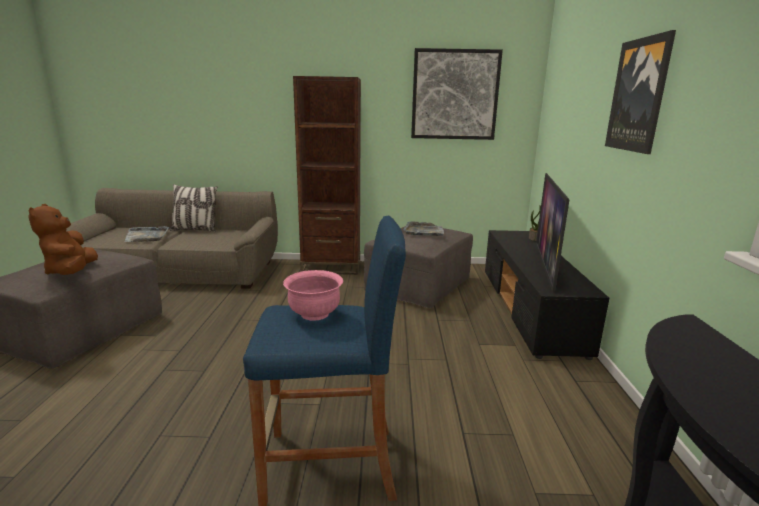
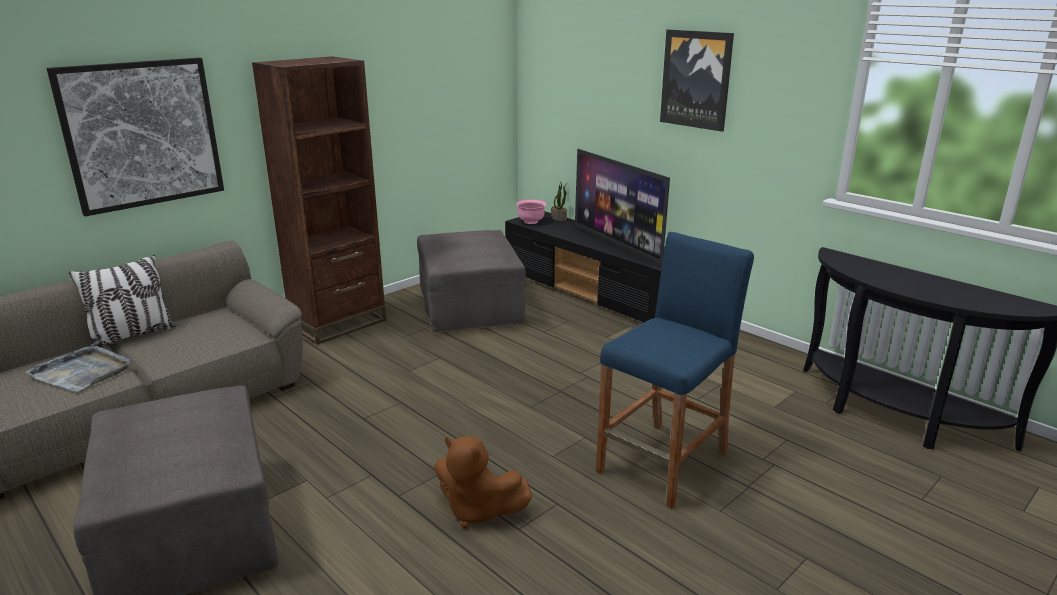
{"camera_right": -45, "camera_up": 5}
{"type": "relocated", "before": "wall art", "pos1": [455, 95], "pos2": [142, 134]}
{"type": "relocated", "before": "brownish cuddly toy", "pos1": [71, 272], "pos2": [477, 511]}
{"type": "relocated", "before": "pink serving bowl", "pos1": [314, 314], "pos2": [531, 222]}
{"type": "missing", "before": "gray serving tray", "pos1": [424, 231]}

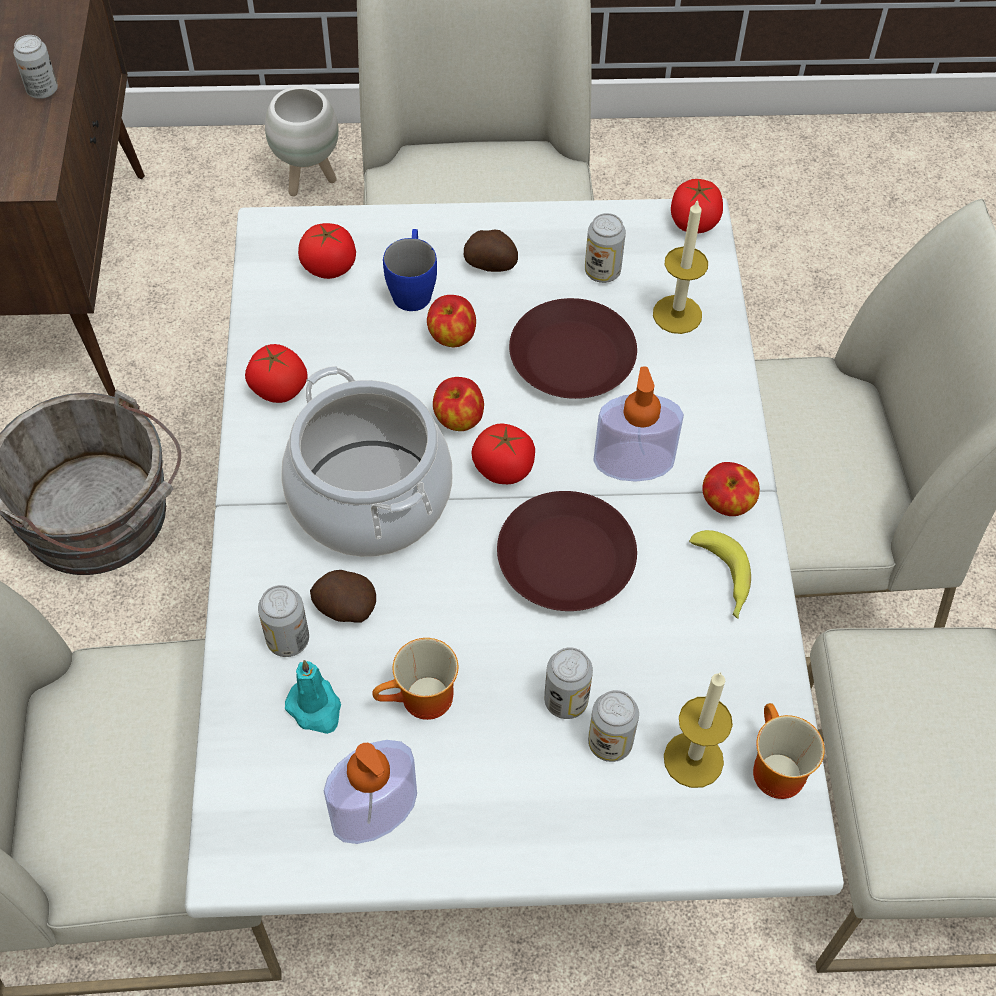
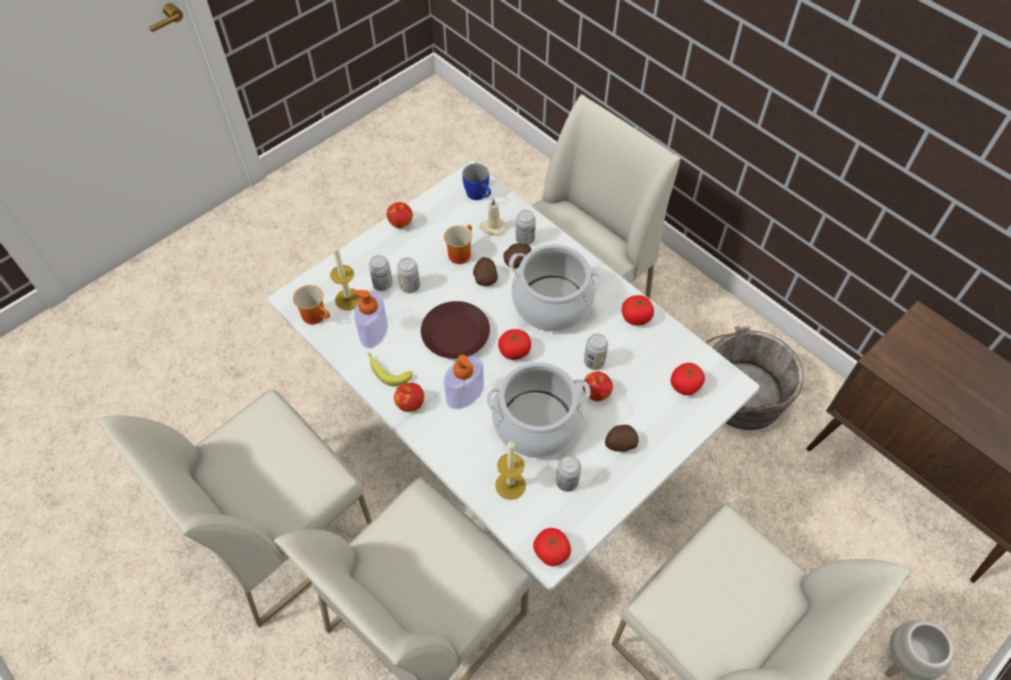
{"camera_right": 140, "camera_up": 0}
{"type": "relocated", "before": "soap dispenser", "pos1": [374, 810], "pos2": [374, 331]}
{"type": "relocated", "before": "whole apple", "pos1": [458, 419], "pos2": [401, 223]}
{"type": "relocated", "before": "blue-coloured coffee mug", "pos1": [412, 288], "pos2": [479, 196]}
{"type": "appeared", "after": "potato", "pos2": [485, 278]}
{"type": "colour", "before": "blue-green candle", "after": "beige candle", "pos1": [315, 708], "pos2": [492, 227]}
{"type": "exchanged", "before": "brownish flat dish", "after": "saucepot", "pos1": [570, 358], "pos2": [536, 422]}
{"type": "relocated", "before": "can", "pos1": [42, 90], "pos2": [594, 362]}

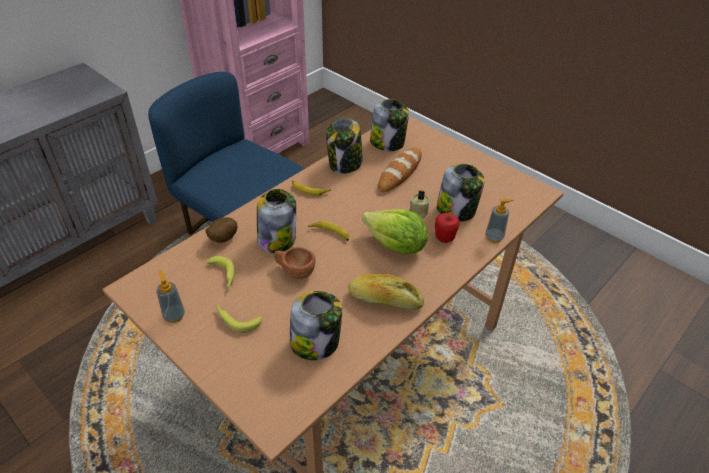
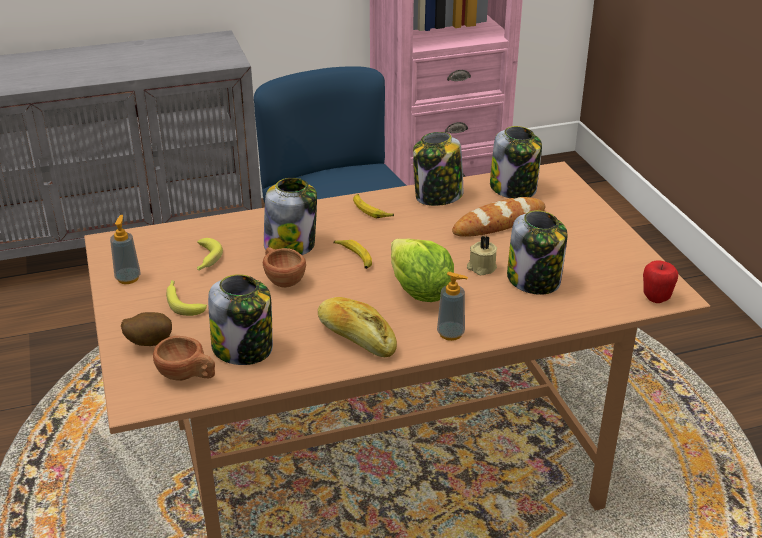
{"camera_right": 30, "camera_up": -10}
{"type": "relocated", "before": "potato", "pos1": [222, 239], "pos2": [149, 343]}
{"type": "appeared", "after": "brownish drinking cup", "pos2": [187, 375]}
{"type": "relocated", "before": "soap dispenser", "pos1": [494, 237], "pos2": [450, 334]}
{"type": "relocated", "before": "whole apple", "pos1": [444, 238], "pos2": [656, 298]}

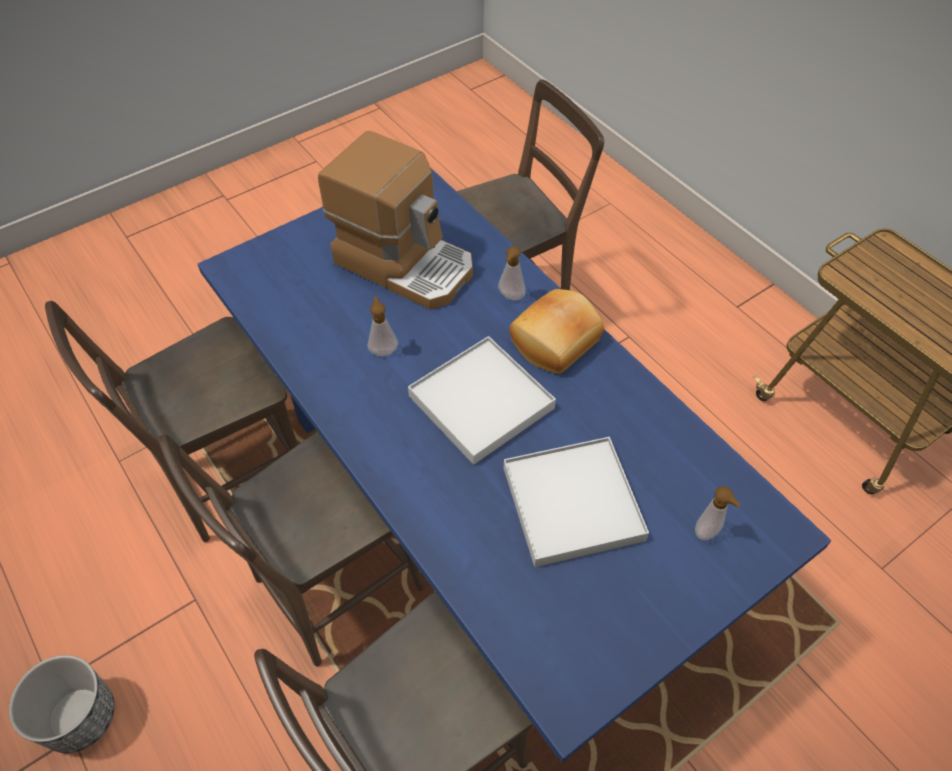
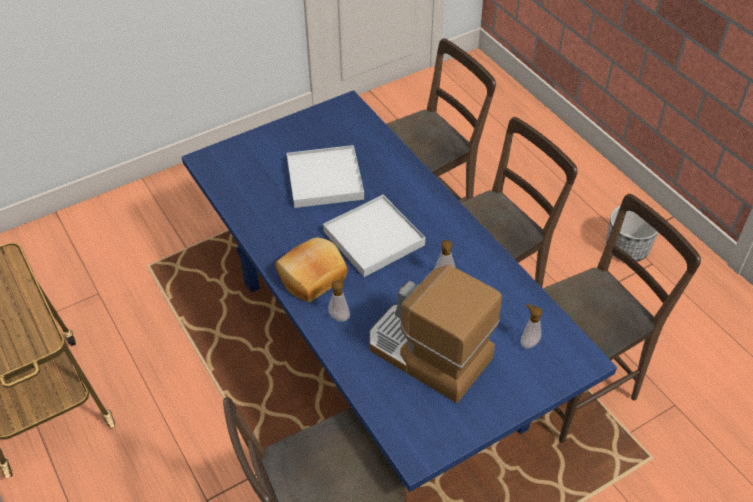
{"camera_right": -175, "camera_up": -5}
{"type": "relocated", "before": "soap dispenser", "pos1": [708, 533], "pos2": [528, 342]}

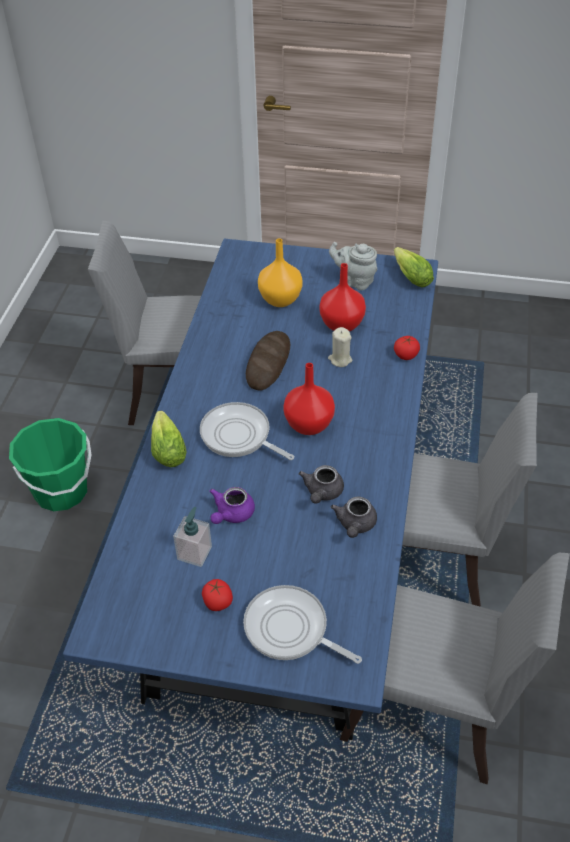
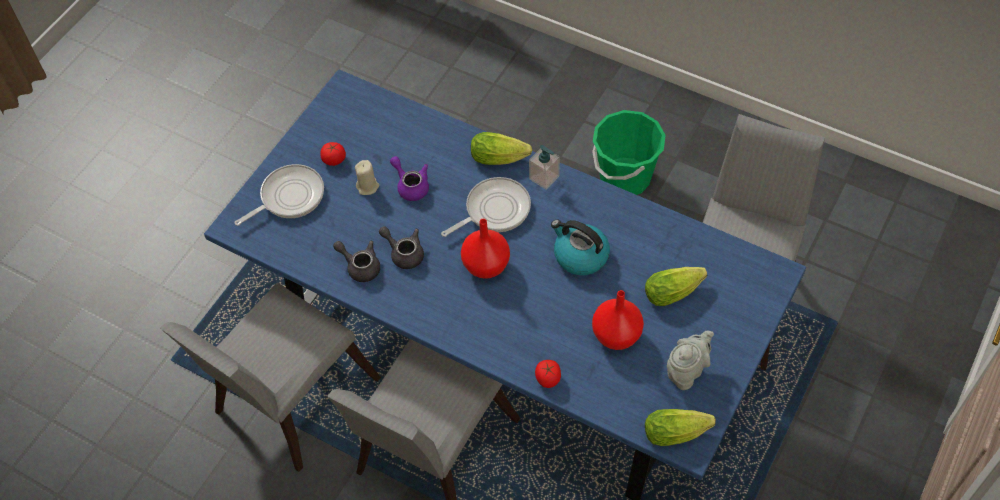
{"camera_right": 110, "camera_up": 10}
{"type": "relocated", "before": "beige candle", "pos1": [340, 359], "pos2": [368, 186]}
{"type": "relocated", "before": "soap dispenser", "pos1": [194, 553], "pos2": [544, 177]}
{"type": "exchanged", "before": "bread", "after": "tea kettle", "pos1": [268, 363], "pos2": [580, 256]}
{"type": "exchanged", "before": "orange-coloured decorative vase", "after": "lettuce head", "pos1": [280, 300], "pos2": [675, 291]}

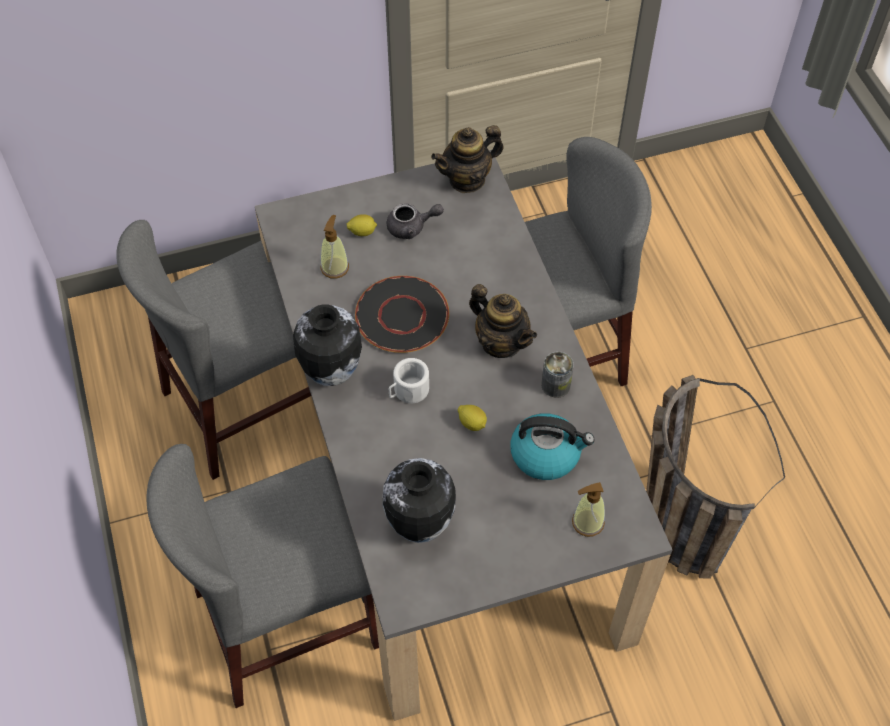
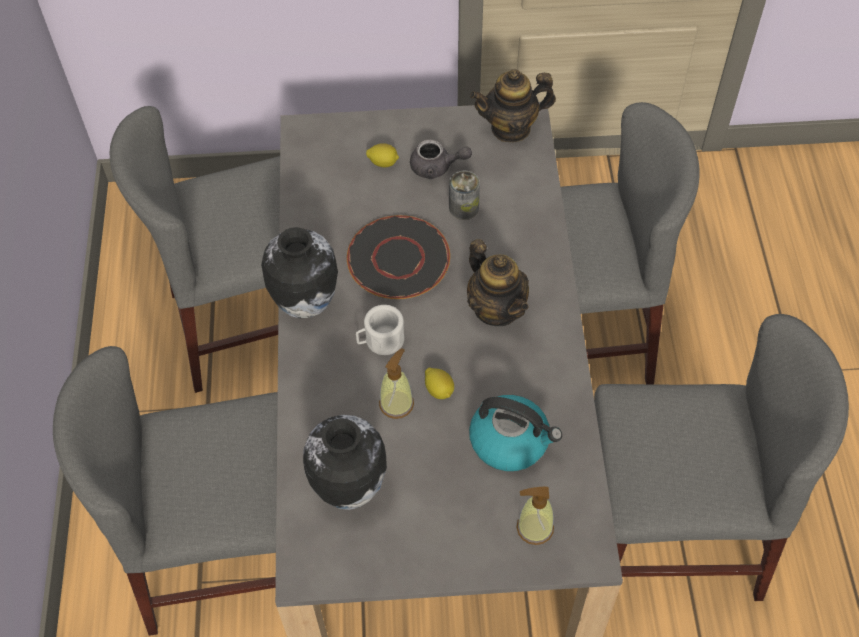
{"camera_right": 15, "camera_up": 0}
{"type": "relocated", "before": "soap dispenser", "pos1": [335, 267], "pos2": [396, 403]}
{"type": "relocated", "before": "can", "pos1": [555, 385], "pos2": [463, 208]}
{"type": "exchanged", "before": "basket", "after": "gray plain chair", "pos1": [675, 513], "pos2": [670, 535]}

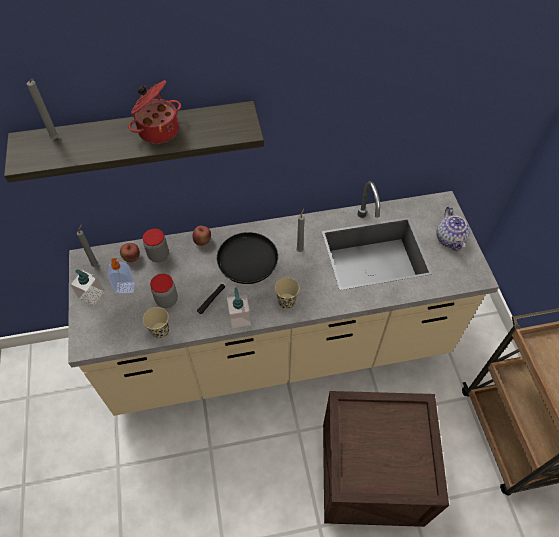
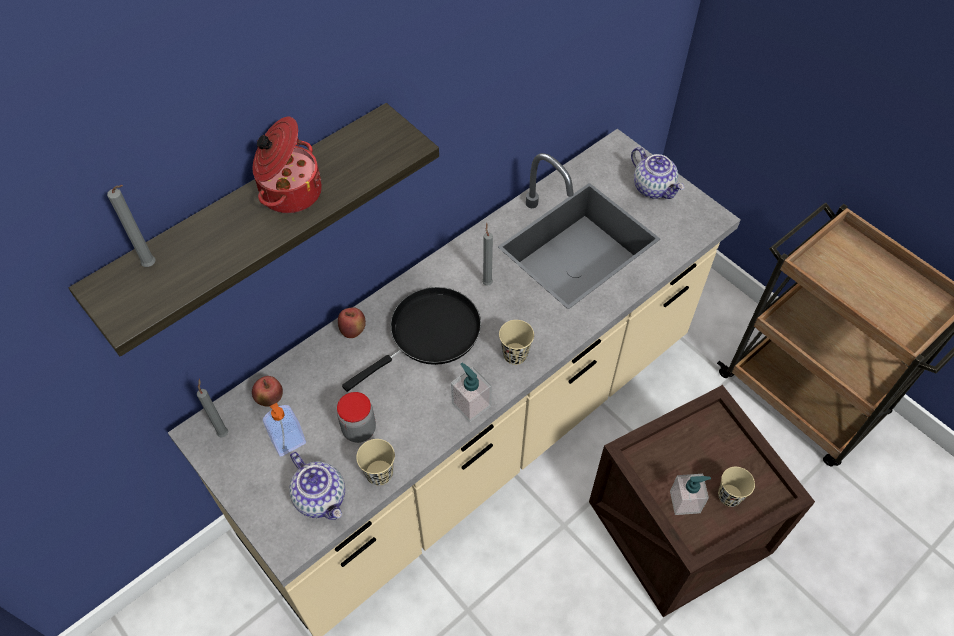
{"camera_right": -30, "camera_up": 0}
{"type": "appeared", "after": "tea pot", "pos2": [321, 497]}
{"type": "spun", "before": "black-coloured frying pan", "pos1": [244, 264], "pos2": [429, 334], "turn": 45}
{"type": "relocated", "before": "soap dispenser", "pos1": [92, 295], "pos2": [685, 502]}
{"type": "appeared", "after": "beige drinking cup", "pos2": [729, 496]}
{"type": "missing", "before": "storage jar", "pos1": [158, 255]}

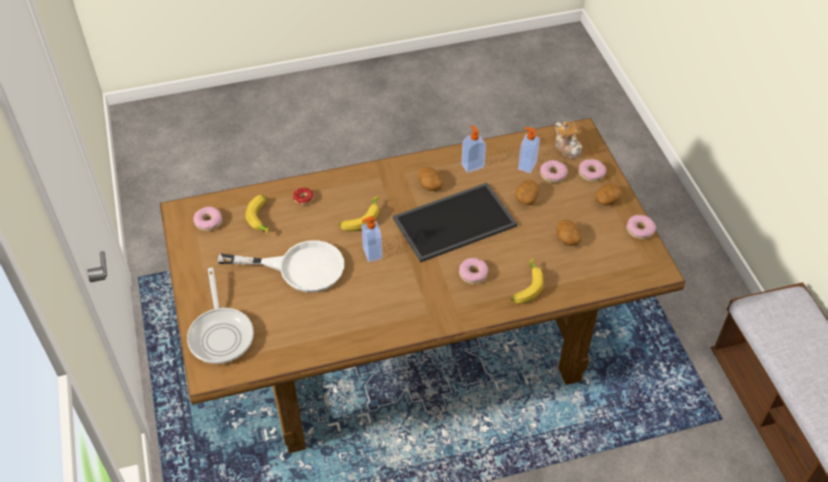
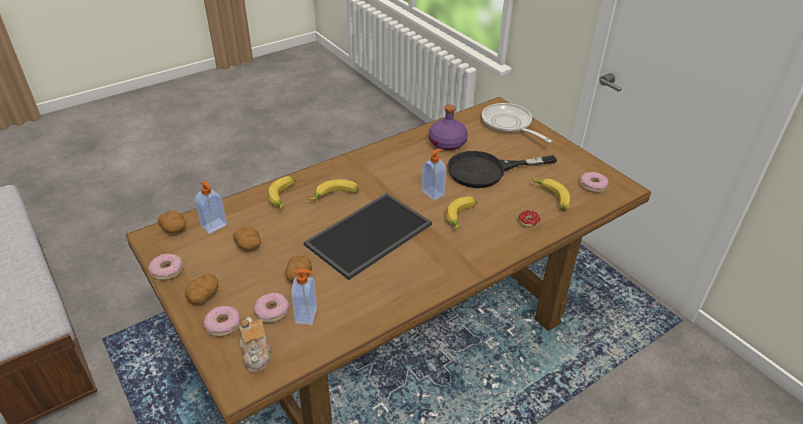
{"camera_right": 160, "camera_up": -10}
{"type": "relocated", "before": "potato", "pos1": [429, 184], "pos2": [174, 228]}
{"type": "relocated", "before": "soap dispenser", "pos1": [472, 165], "pos2": [214, 226]}
{"type": "spun", "before": "tea pot", "pos1": [567, 147], "pos2": [257, 354], "turn": -150}
{"type": "exchanged", "before": "ring doughnut", "after": "banana fruit", "pos1": [473, 274], "pos2": [335, 197]}
{"type": "appeared", "after": "purple bottle", "pos2": [447, 143]}
{"type": "colour", "before": "white frying pan", "after": "black-coloured frying pan", "pos1": [299, 268], "pos2": [487, 171]}

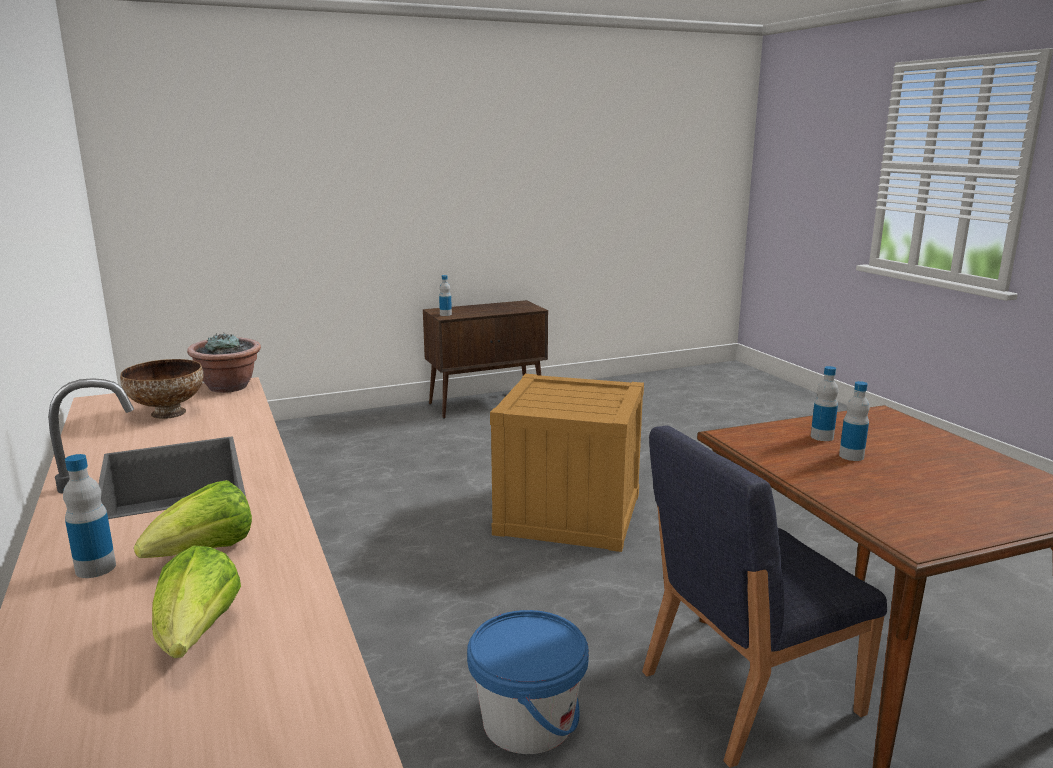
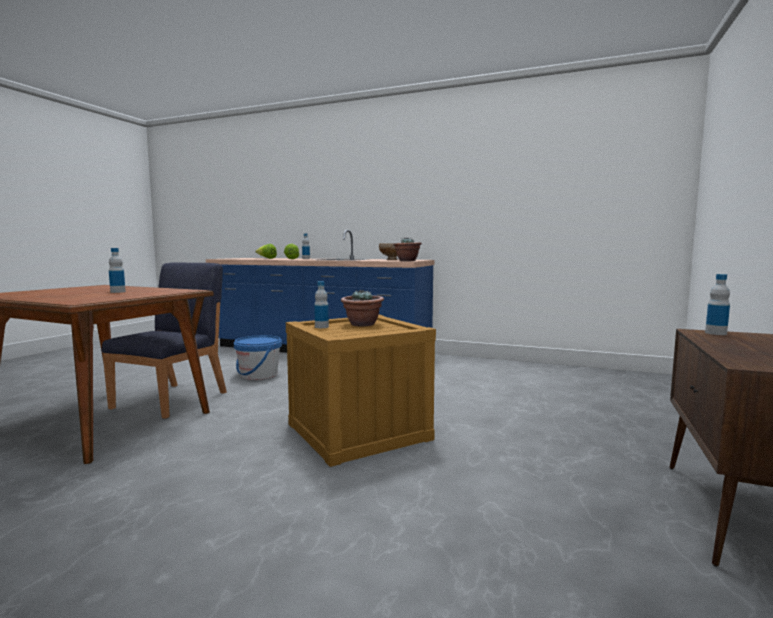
{"camera_right": 135, "camera_up": -10}
{"type": "relocated", "before": "bottle", "pos1": [822, 437], "pos2": [321, 327]}
{"type": "appeared", "after": "plant in a pot", "pos2": [362, 324]}

